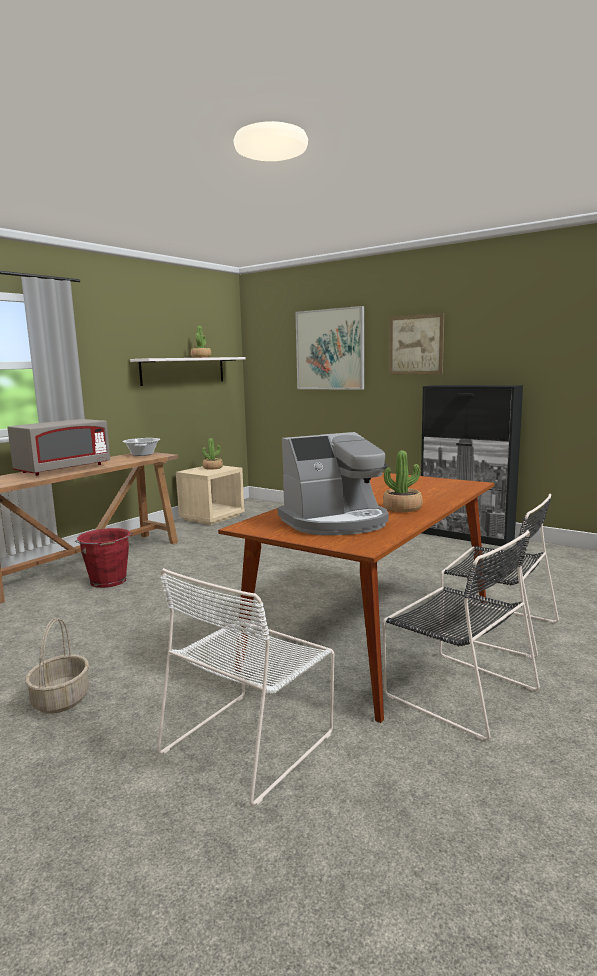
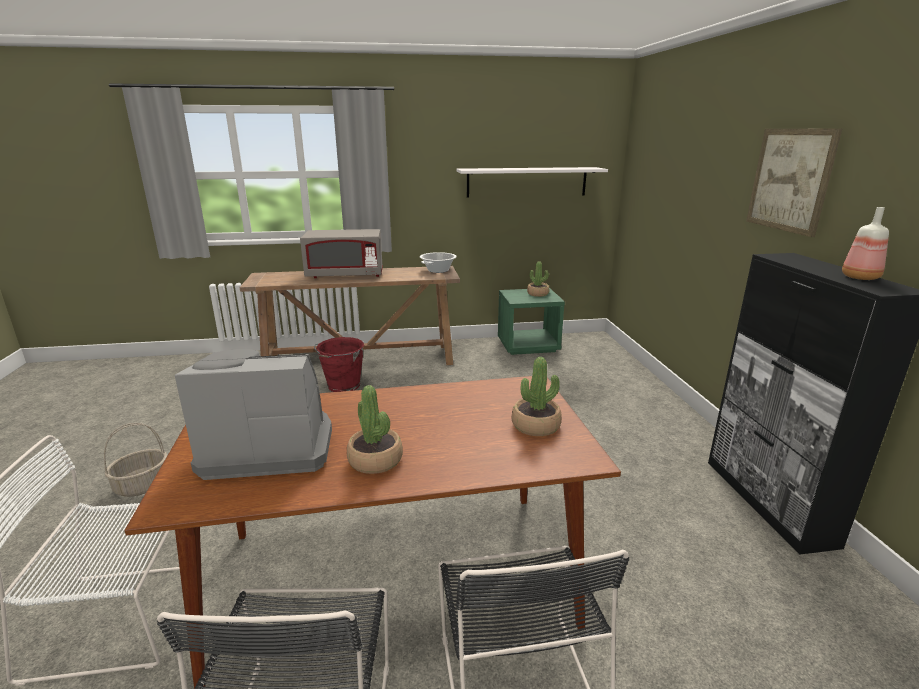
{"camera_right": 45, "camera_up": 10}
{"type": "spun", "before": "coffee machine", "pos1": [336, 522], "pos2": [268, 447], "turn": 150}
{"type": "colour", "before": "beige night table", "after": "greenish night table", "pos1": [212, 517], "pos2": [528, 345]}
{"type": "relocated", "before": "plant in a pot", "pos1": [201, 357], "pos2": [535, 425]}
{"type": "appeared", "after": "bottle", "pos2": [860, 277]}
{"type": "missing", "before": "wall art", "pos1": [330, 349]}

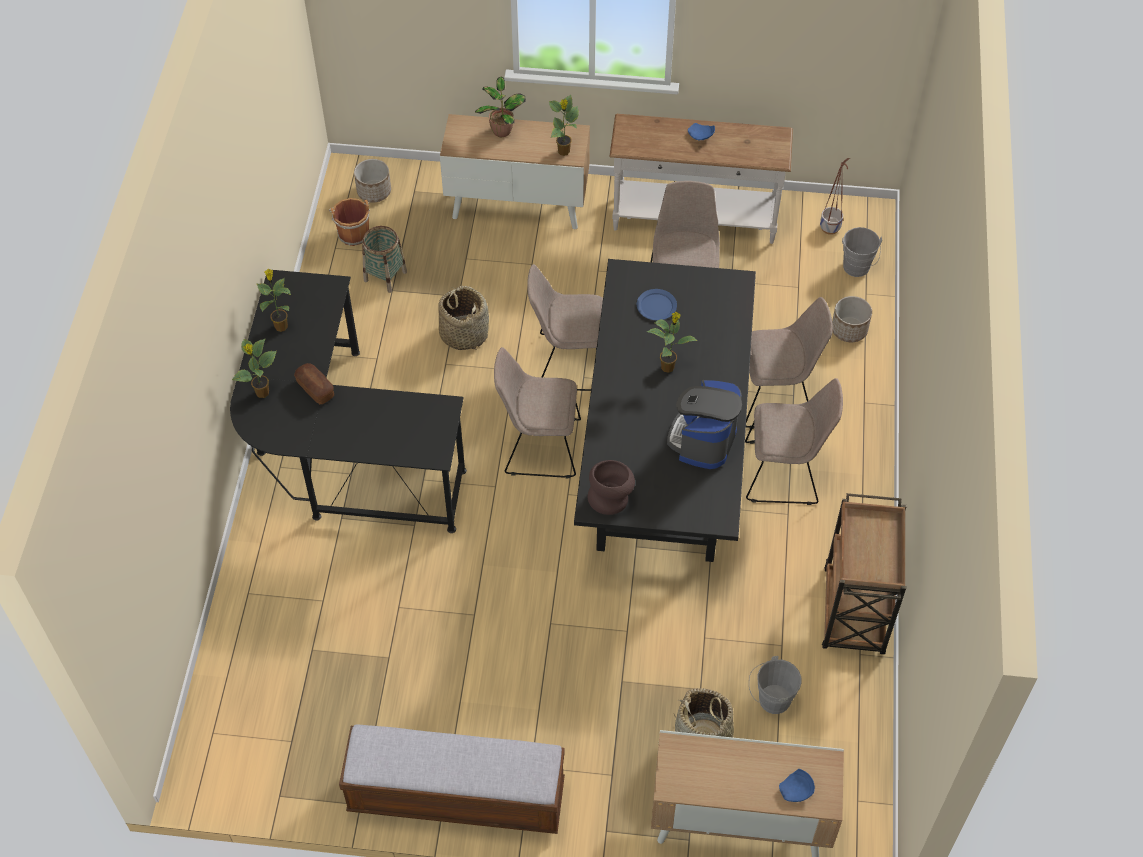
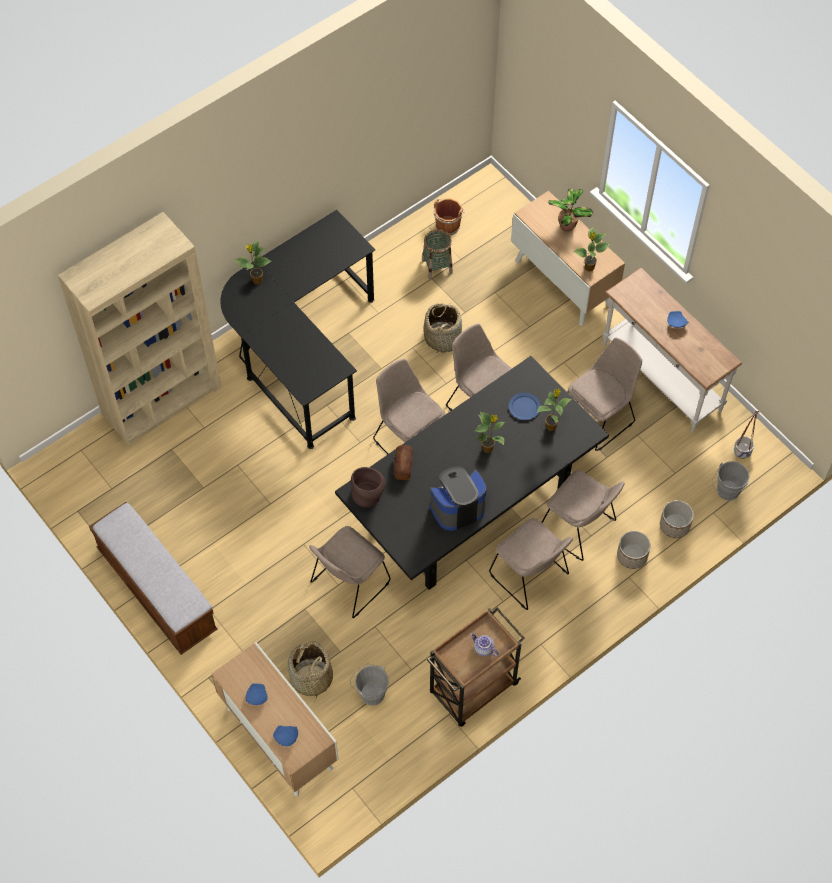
{"camera_right": 45, "camera_up": 5}
{"type": "appeared", "after": "beige shelving unit", "pos2": [162, 400]}
{"type": "appeared", "after": "blue-coloured flat dish", "pos2": [256, 697]}
{"type": "appeared", "after": "beige plain chair", "pos2": [348, 584]}
{"type": "relocated", "before": "bread", "pos1": [315, 388], "pos2": [403, 466]}
{"type": "appeared", "after": "tea pot", "pos2": [483, 649]}
{"type": "relocated", "before": "plant in a pot", "pos1": [281, 325], "pos2": [551, 426]}
{"type": "relocated", "before": "flower pot", "pos1": [374, 192], "pos2": [632, 556]}

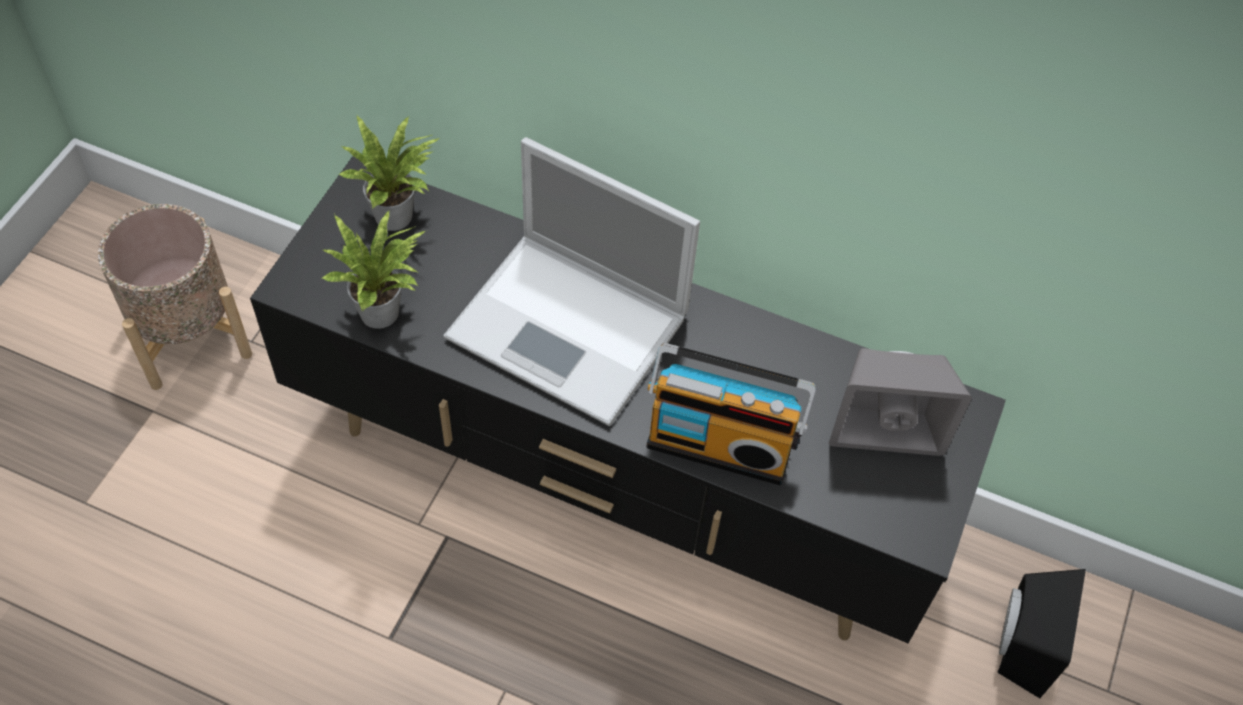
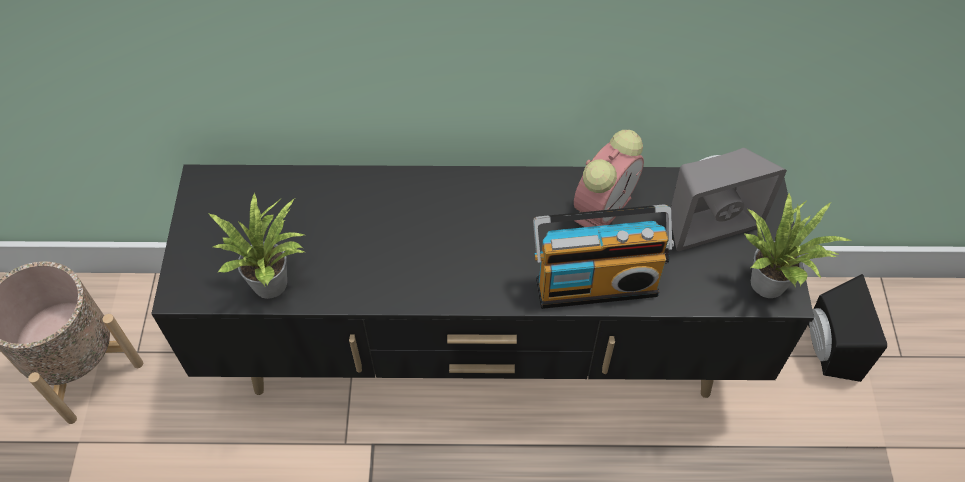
{"camera_right": -20, "camera_up": 0}
{"type": "appeared", "after": "table clock", "pos2": [603, 207]}
{"type": "relocated", "before": "plant in a pot", "pos1": [399, 216], "pos2": [772, 281]}
{"type": "missing", "before": "laptop", "pos1": [571, 328]}

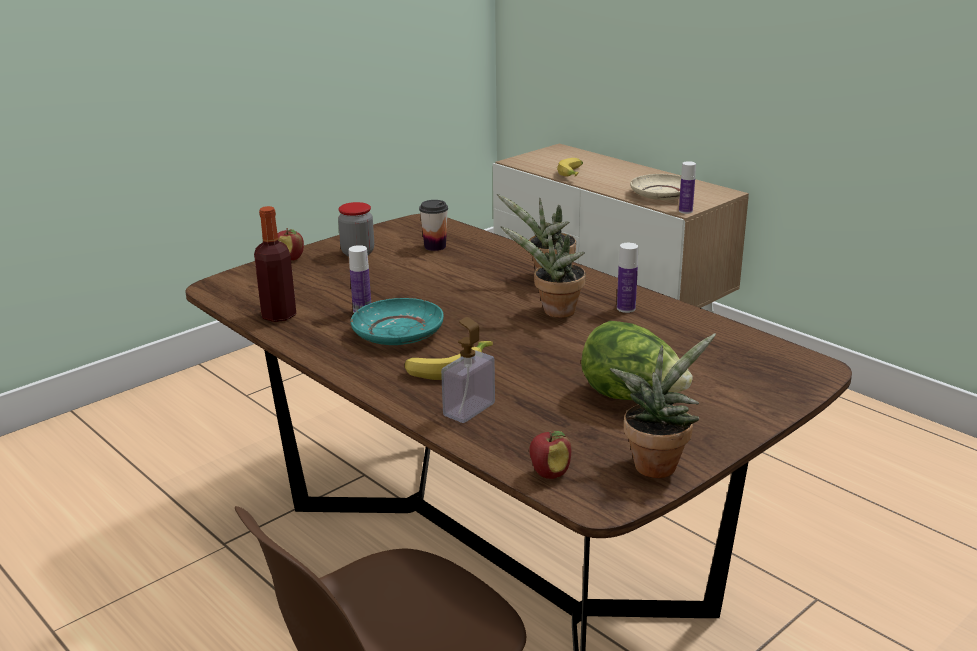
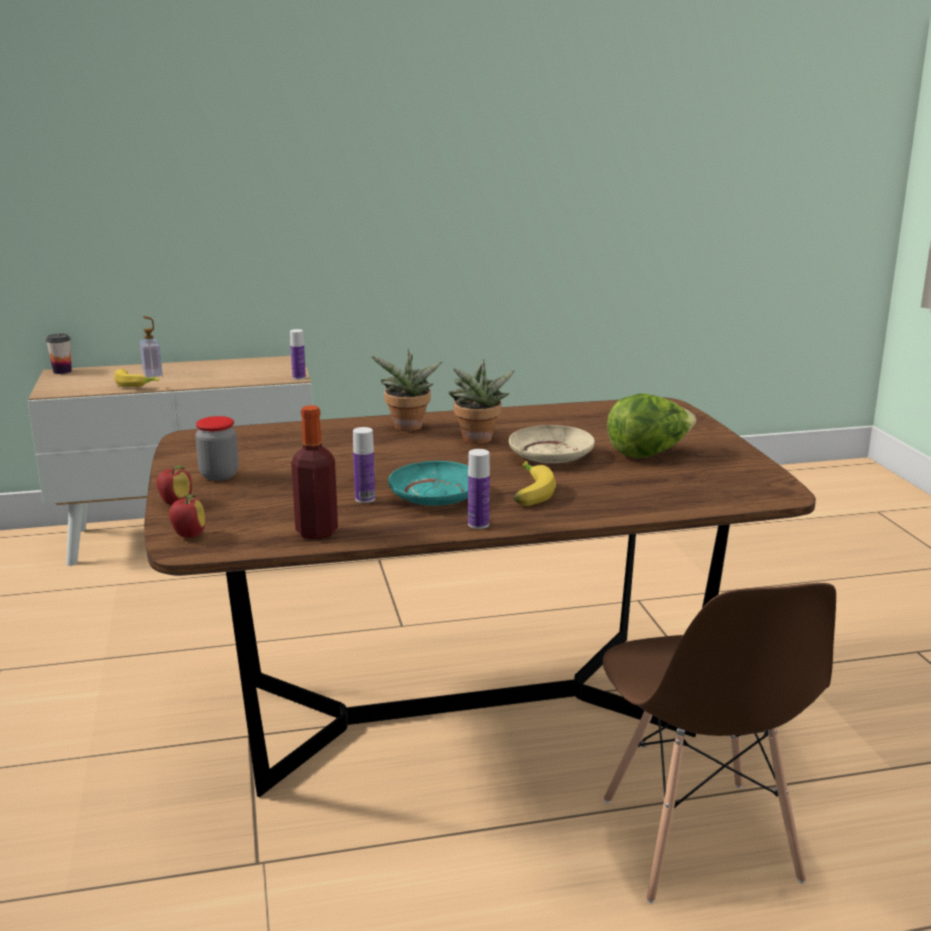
{"camera_right": -60, "camera_up": -5}
{"type": "relocated", "before": "drinking cup", "pos1": [435, 246], "pos2": [62, 371]}
{"type": "relocated", "before": "soap dispenser", "pos1": [469, 409], "pos2": [152, 373]}
{"type": "relocated", "before": "whole apple", "pos1": [549, 473], "pos2": [188, 535]}
{"type": "relocated", "before": "bottle", "pos1": [626, 308], "pos2": [478, 524]}
{"type": "relocated", "before": "beige flat dish", "pos1": [661, 195], "pos2": [551, 455]}
{"type": "missing", "before": "plant in a pot", "pos1": [657, 463]}

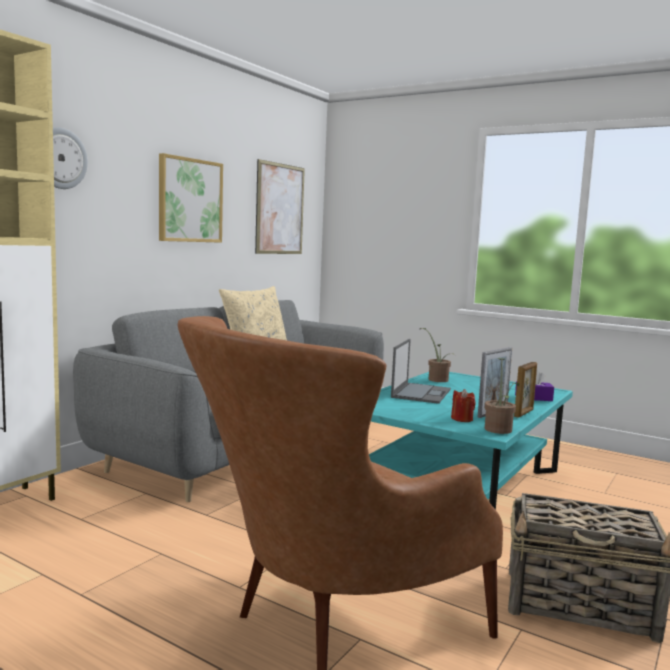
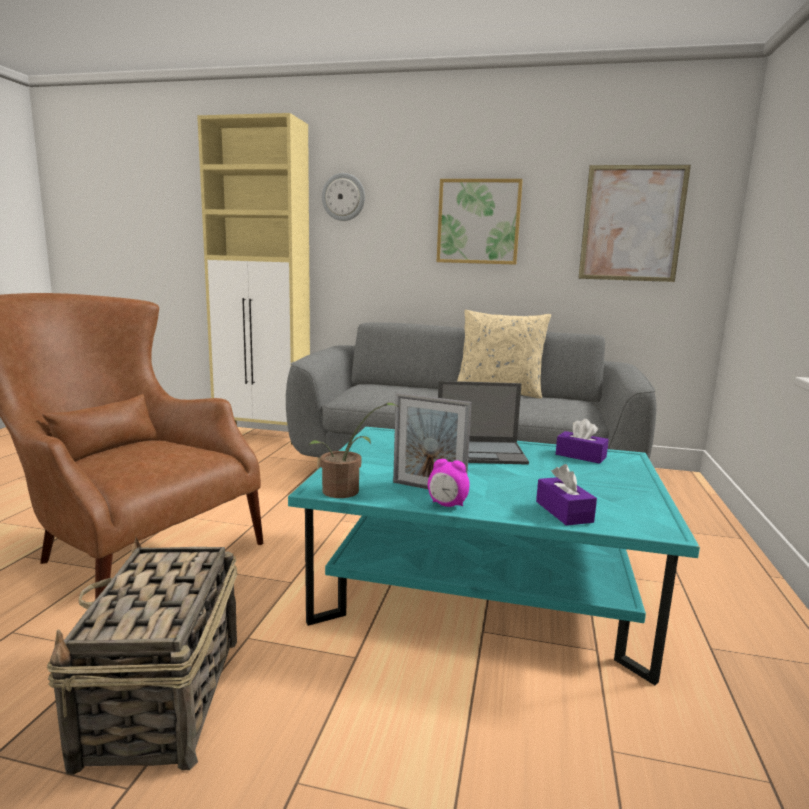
{"camera_right": 70, "camera_up": 5}
{"type": "exchanged", "before": "picture frame", "after": "table clock", "pos1": [524, 413], "pos2": [447, 505]}
{"type": "exchanged", "before": "plant in a pot", "after": "purple tissue box", "pos1": [436, 379], "pos2": [580, 456]}
{"type": "missing", "before": "red candle", "pos1": [462, 419]}

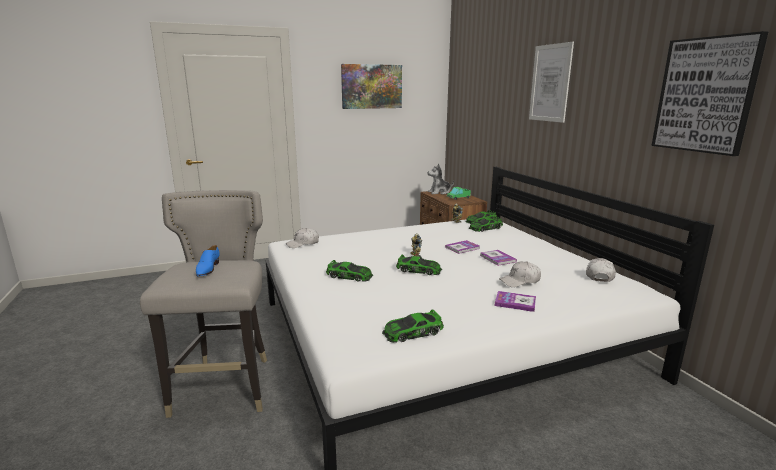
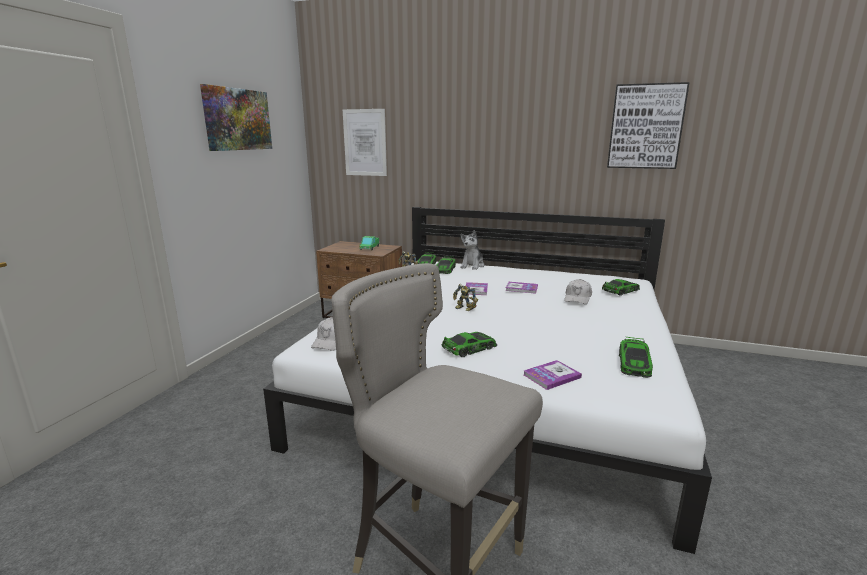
{"camera_right": -50, "camera_up": 0}
{"type": "relocated", "before": "wall art", "pos1": [550, 83], "pos2": [365, 142]}
{"type": "relocated", "before": "cuddly toy", "pos1": [439, 192], "pos2": [472, 266]}
{"type": "relocated", "before": "book", "pos1": [515, 302], "pos2": [551, 376]}
{"type": "relocated", "before": "model car", "pos1": [419, 270], "pos2": [621, 290]}
{"type": "missing", "before": "blue-coloured item of footwear", "pos1": [207, 269]}
{"type": "missing", "before": "white peaked cap", "pos1": [599, 276]}

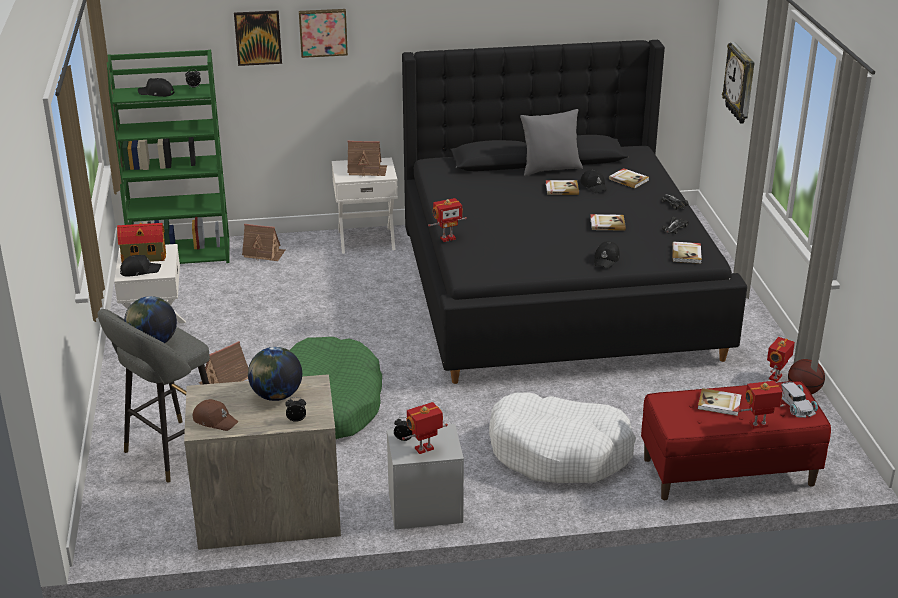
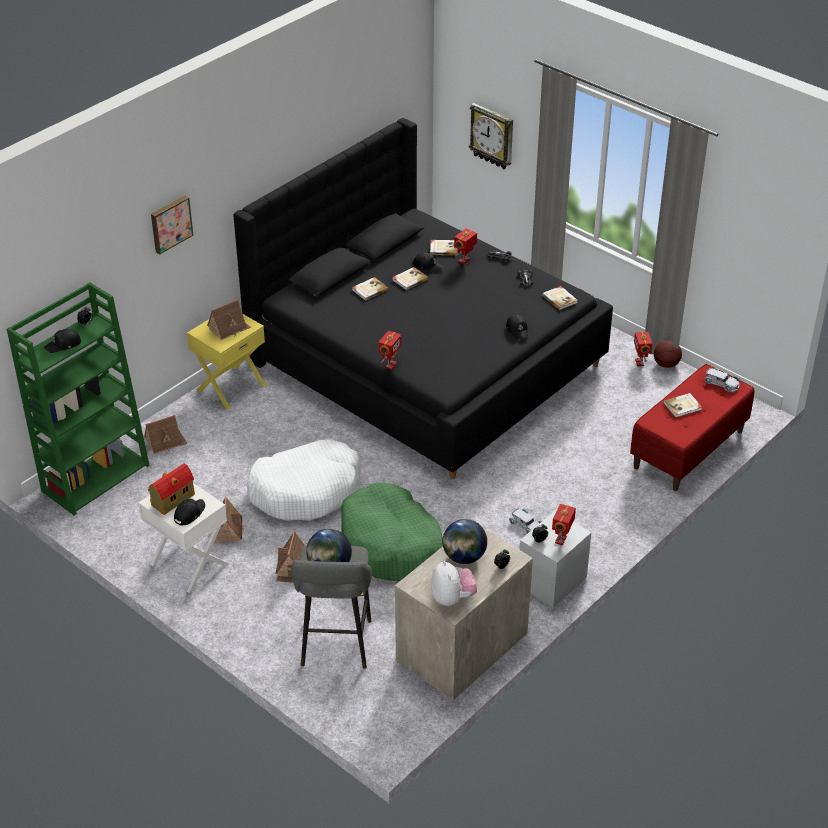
{"camera_right": -40, "camera_up": 10}
{"type": "colour", "before": "white night table", "after": "yellow-coloured night table", "pos1": [366, 239], "pos2": [230, 387]}
{"type": "appeared", "after": "model house", "pos2": [227, 529]}
{"type": "relocated", "before": "white dog cushion", "pos1": [559, 452], "pos2": [306, 490]}
{"type": "relocated", "before": "book", "pos1": [607, 224], "pos2": [369, 290]}
{"type": "exchanged", "before": "brownish peaked cap", "after": "cuddly toy", "pos1": [215, 420], "pos2": [452, 598]}
{"type": "relocated", "before": "model robot", "pos1": [759, 425], "pos2": [464, 261]}
{"type": "appeared", "after": "white model car", "pos2": [527, 526]}
{"type": "missing", "before": "wall art", "pos1": [258, 37]}
{"type": "missing", "before": "gray cushion", "pos1": [550, 169]}

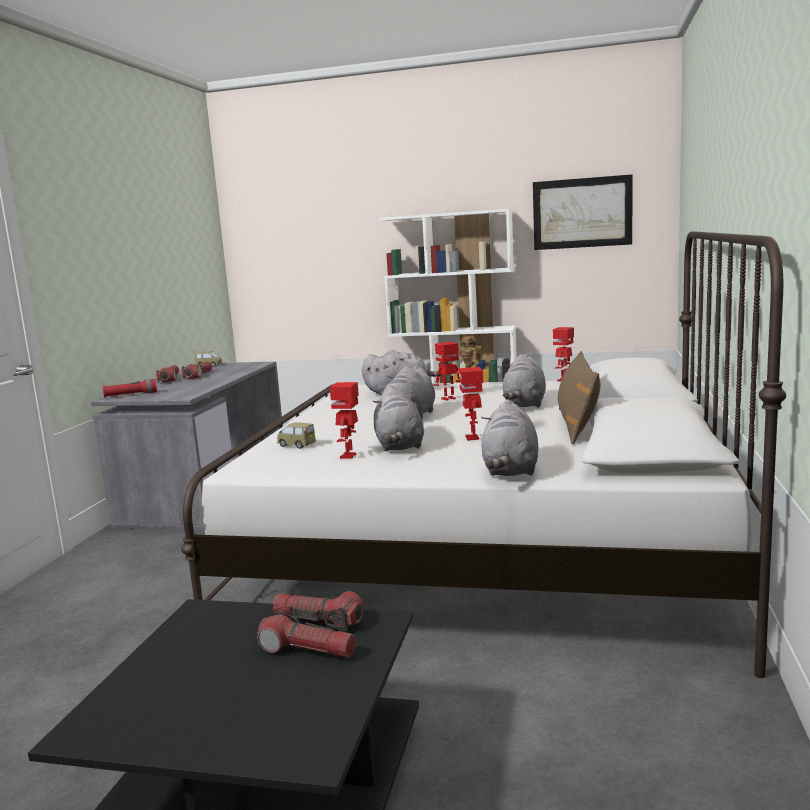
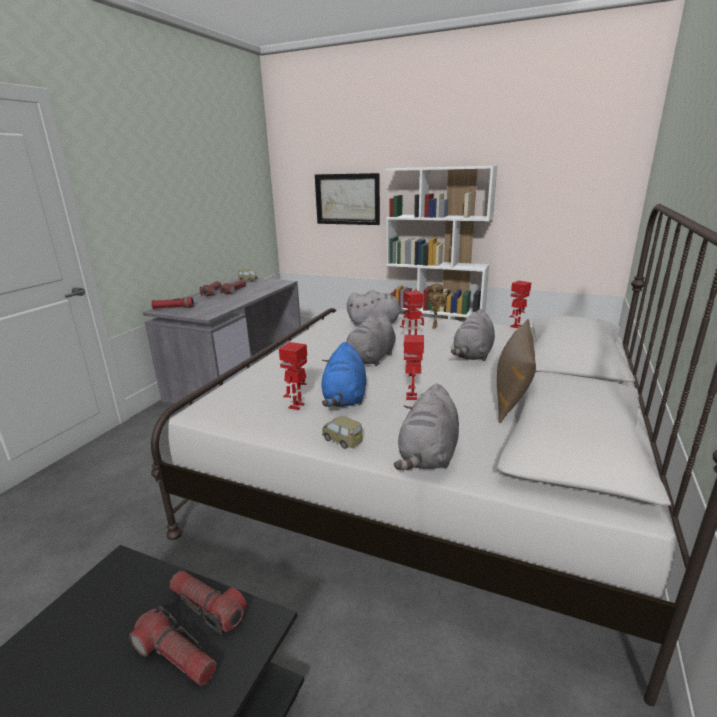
{"camera_right": 10, "camera_up": 10}
{"type": "relocated", "before": "wall art", "pos1": [582, 213], "pos2": [347, 199]}
{"type": "colour", "before": "gray cuddly toy", "after": "blue-coloured cuddly toy", "pos1": [399, 446], "pos2": [345, 398]}
{"type": "relocated", "before": "model car", "pos1": [296, 445], "pos2": [342, 440]}

